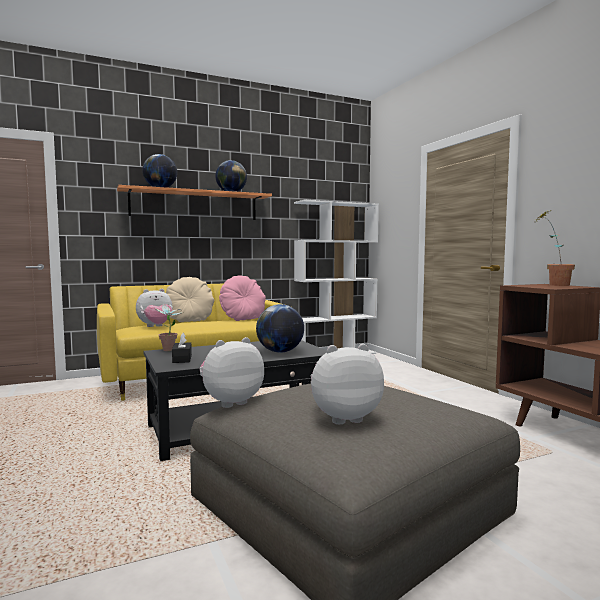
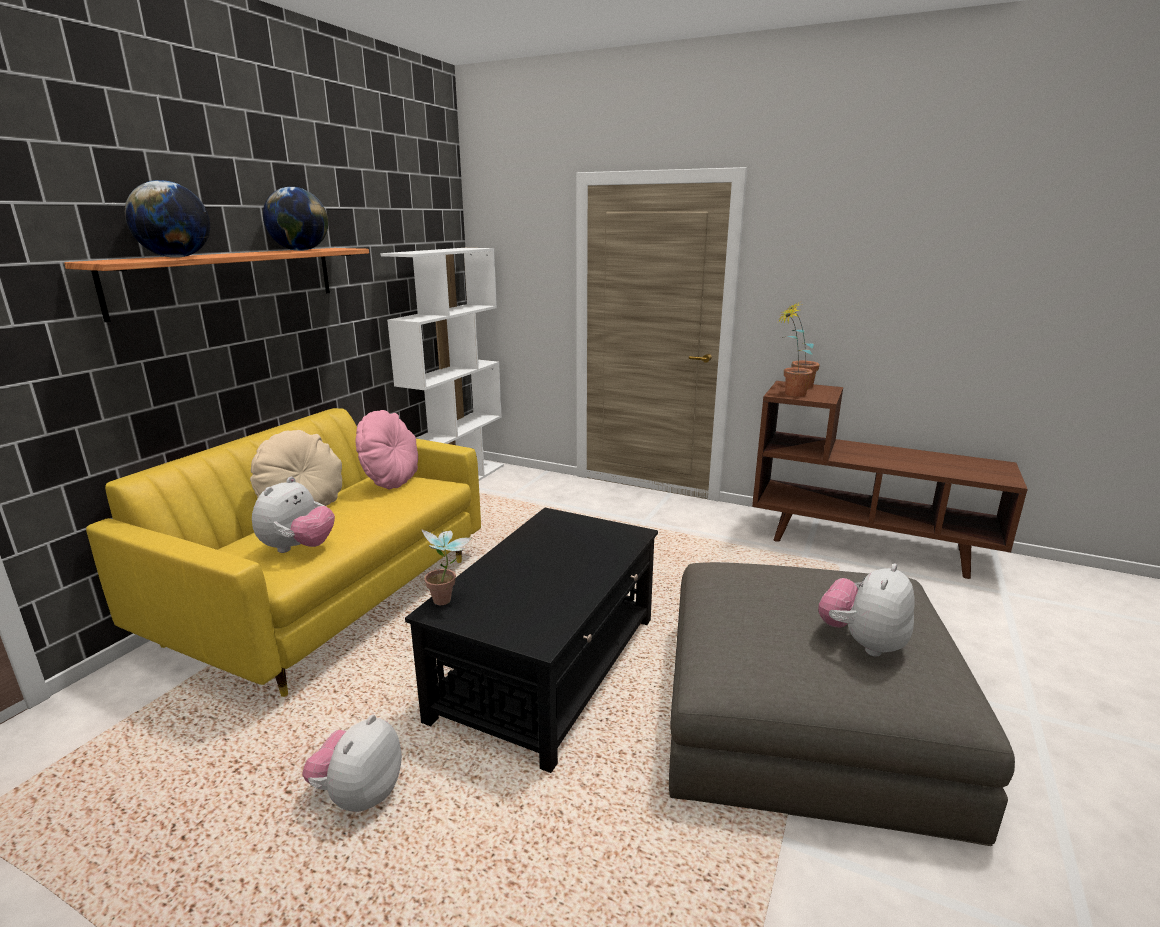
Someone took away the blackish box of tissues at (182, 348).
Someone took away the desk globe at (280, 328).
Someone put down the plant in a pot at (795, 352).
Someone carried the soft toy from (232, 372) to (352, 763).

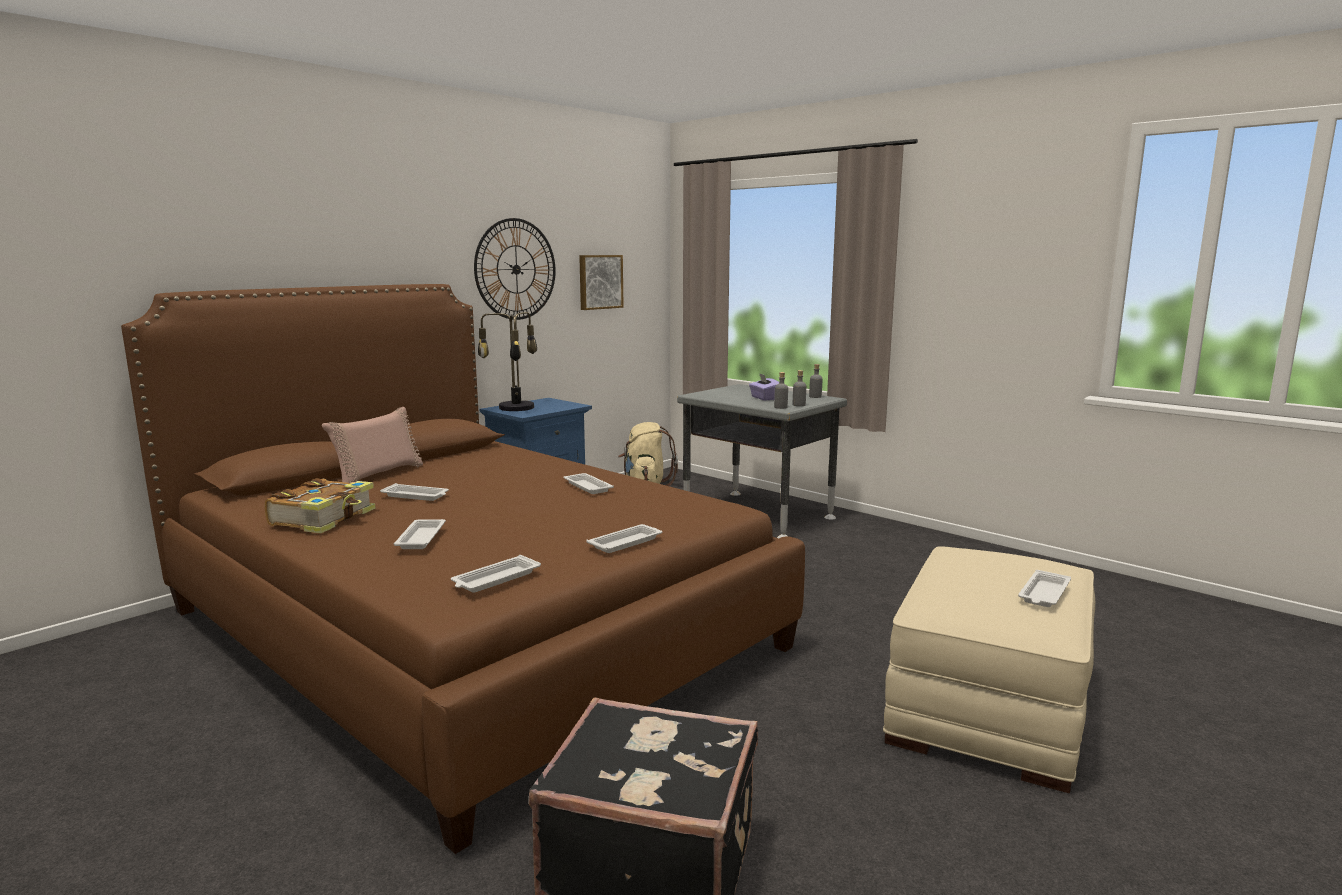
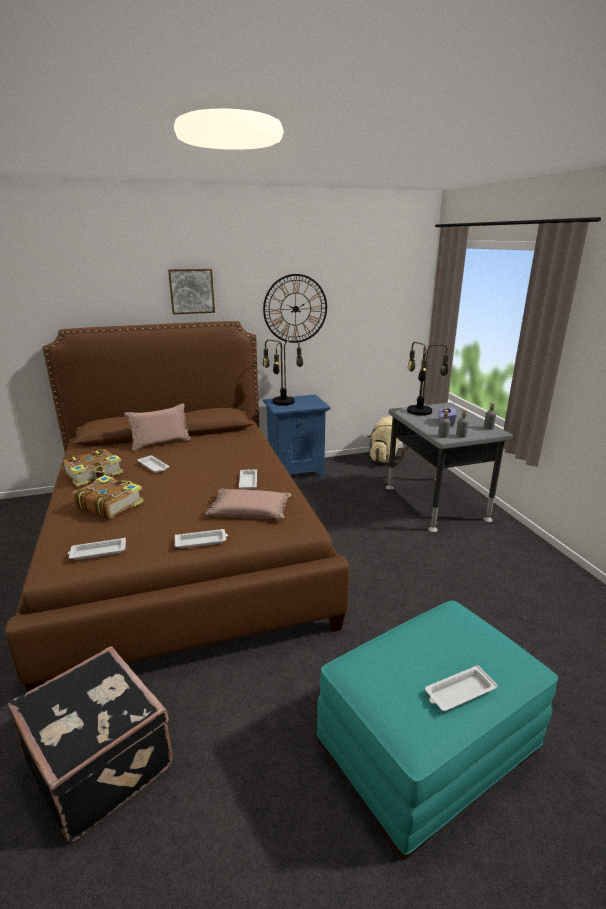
Someone put down the beige-coloured throw pillow at (248, 503).
Someone put down the tabletop lamp at (427, 379).
Someone carried the wall picture from (601, 282) to (191, 291).
Someone swapped the white-coloured carrying tray at (420, 534) for the volume at (108, 497).
Someone repainted the beige-coloured ottoman at (989, 669), which became the turquoise ottoman at (437, 730).

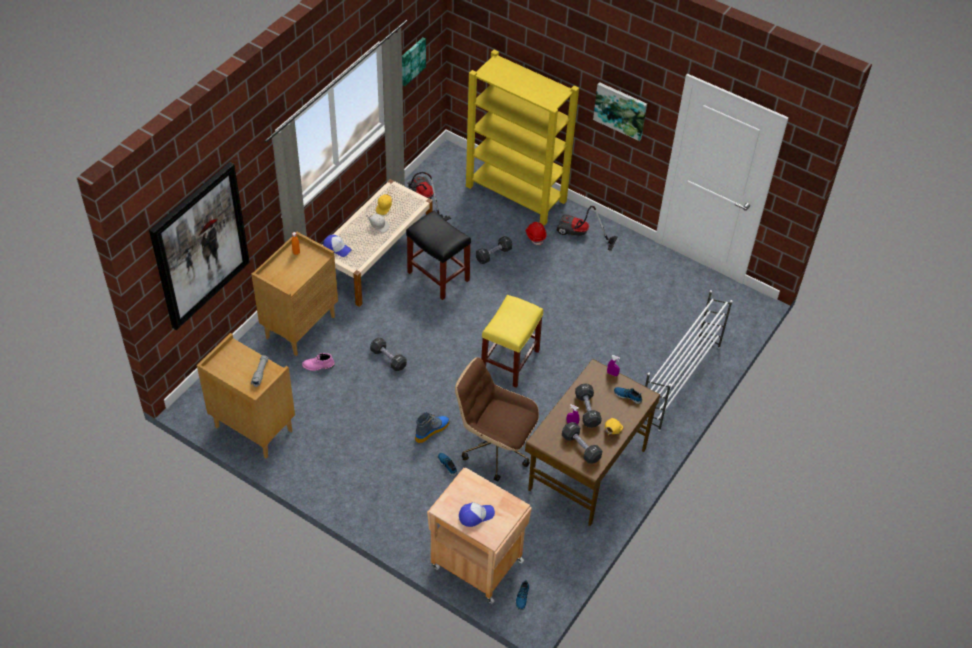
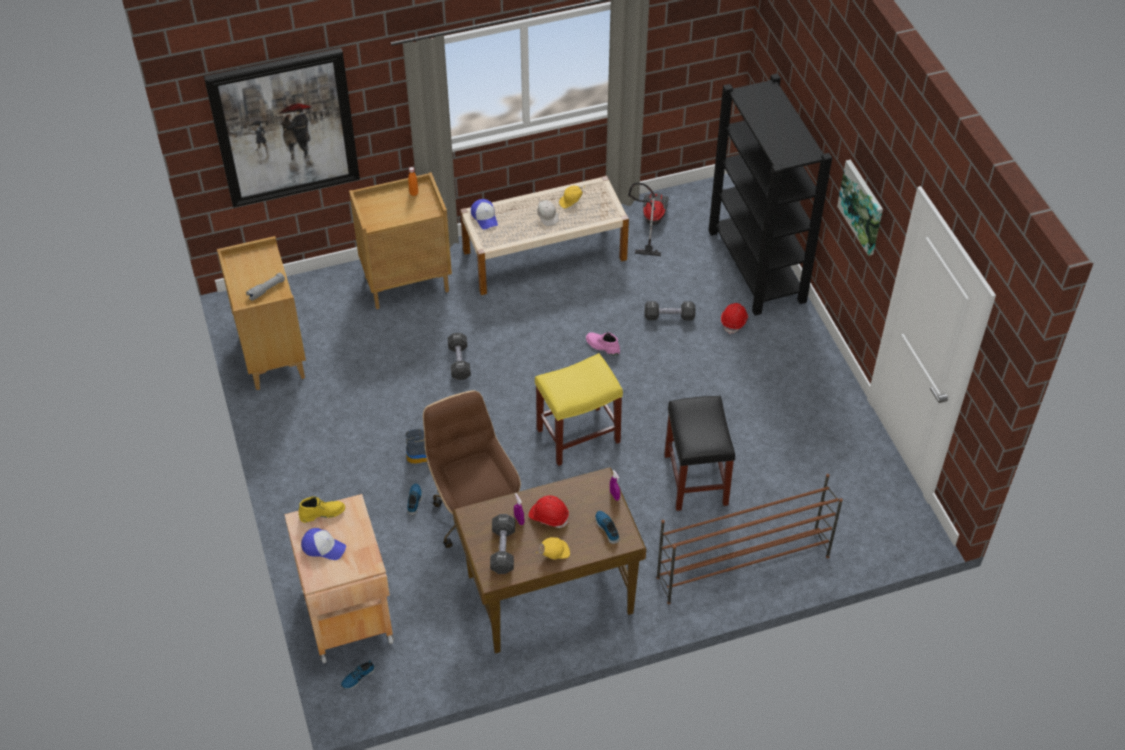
Someone took away the wall picture at (414, 61).
Someone took away the vacuum at (587, 228).
Someone put down the yellow-coloured boot at (322, 510).
Someone carried the pink-coloured boot from (318, 362) to (603, 344).
Someone carried the blackish sitting stool from (438, 255) to (699, 453).
Someone swapped the blackish dumbbell at (588, 406) for the red-coloured hard hat at (549, 511).
Someone repainted the yellow-coloured bookshelf at (522, 138), which became the blackish bookshelf at (770, 194).
Someone repainted the white-coloured shoe rack at (688, 360), which became the brownish shoe rack at (749, 539).

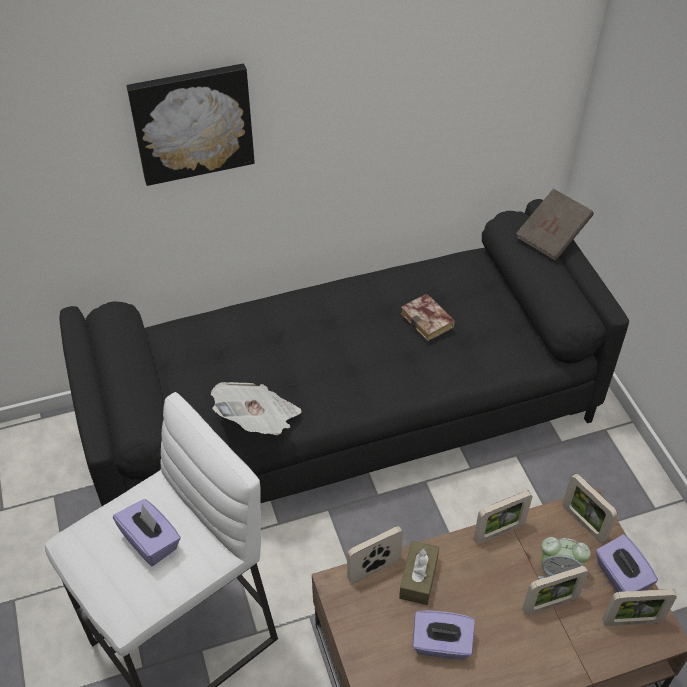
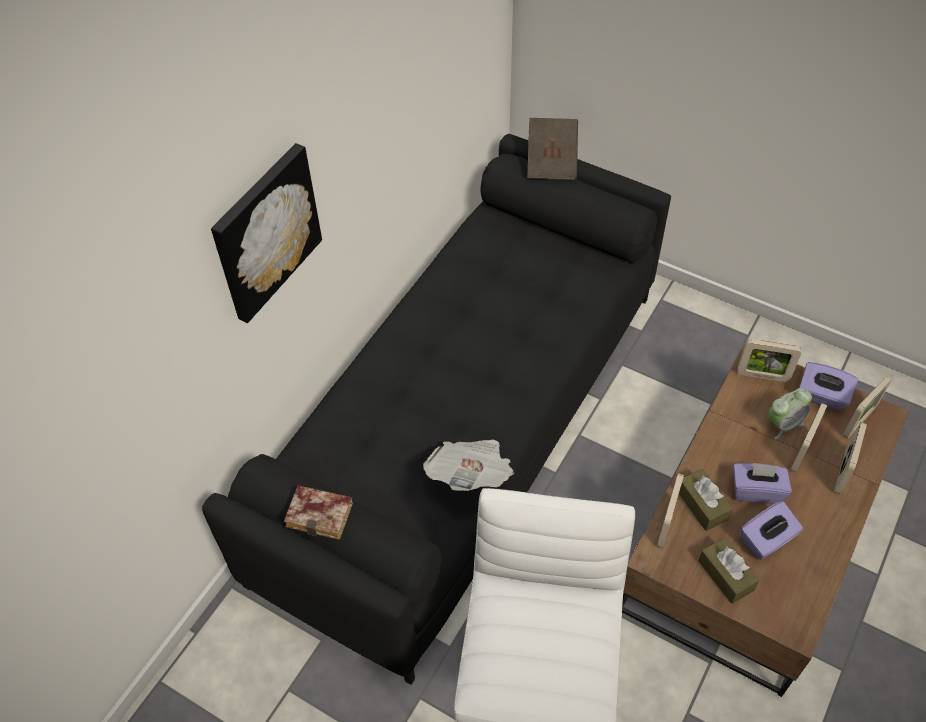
Someone put down the brownish box of tissues at (728, 570).
Someone carried the purple-coloured box of tissues from (147, 532) to (762, 483).
Someone carried the volume from (427, 317) to (318, 512).
Someone carried the standing frame from (503, 517) to (850, 458).

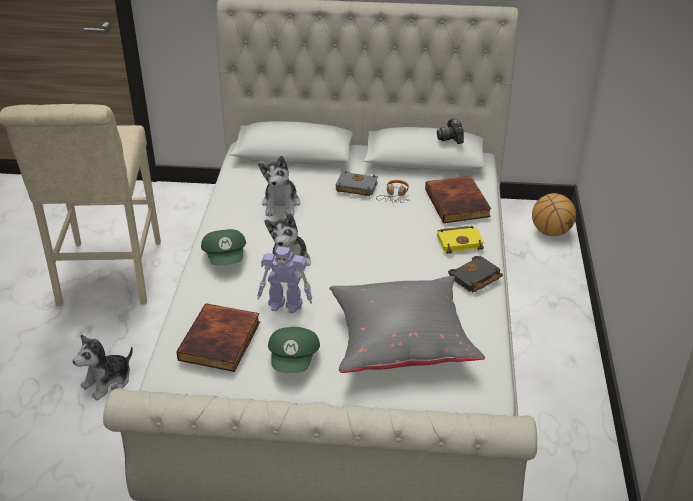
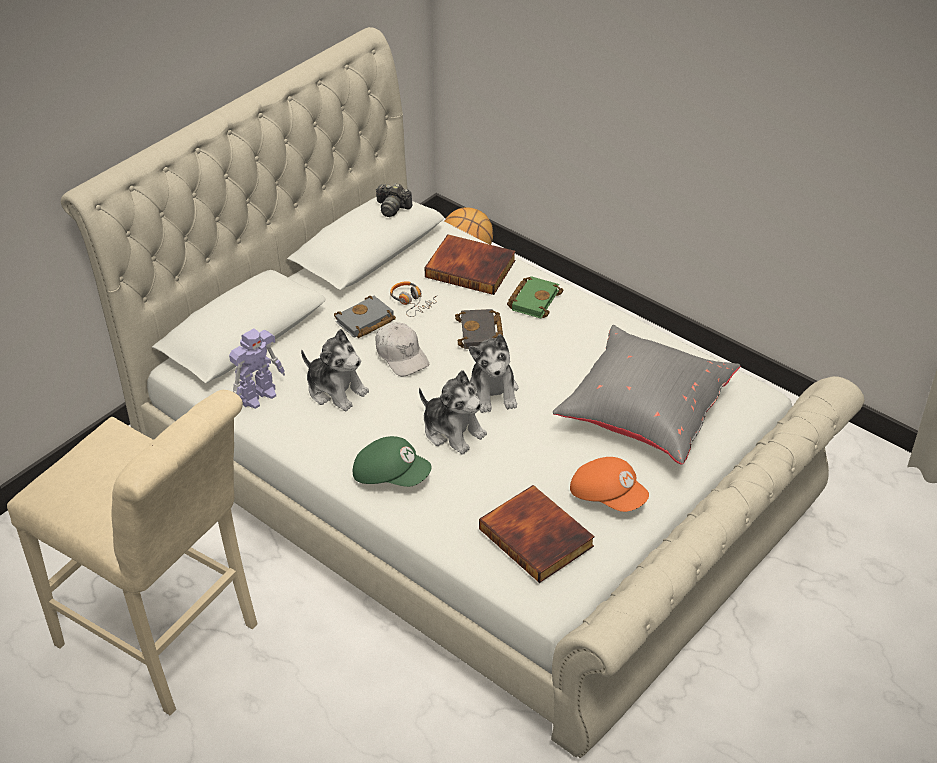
Someone put down the white-coloured baseball cap at (402, 349).
Someone carried the soft toy from (102, 367) to (493, 373).
Someone carried the toy robot from (284, 280) to (257, 368).
Someone carried the blackish volume from (475, 274) to (479, 329).
Someone repainted the green-coloured baseball cap at (294, 350), which became the orangey baseball cap at (609, 484).
Someone repainted the yellow-coloured volume at (460, 240), which became the green-coloured volume at (535, 297).

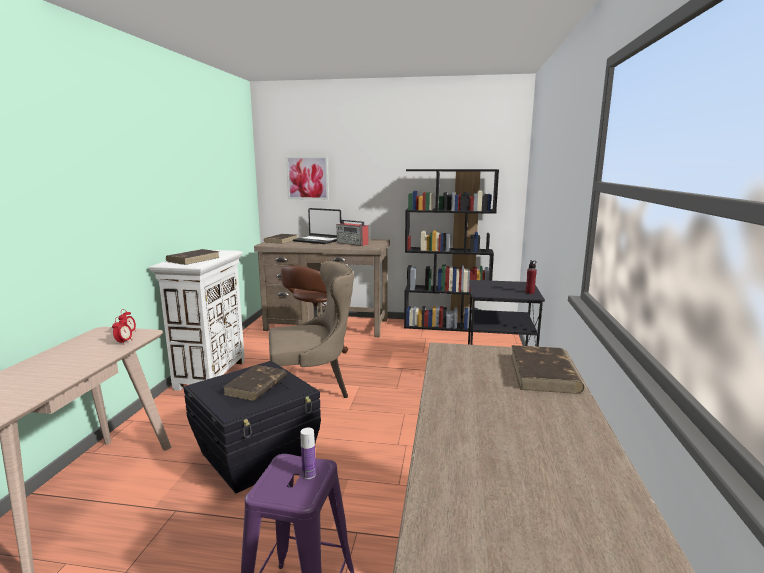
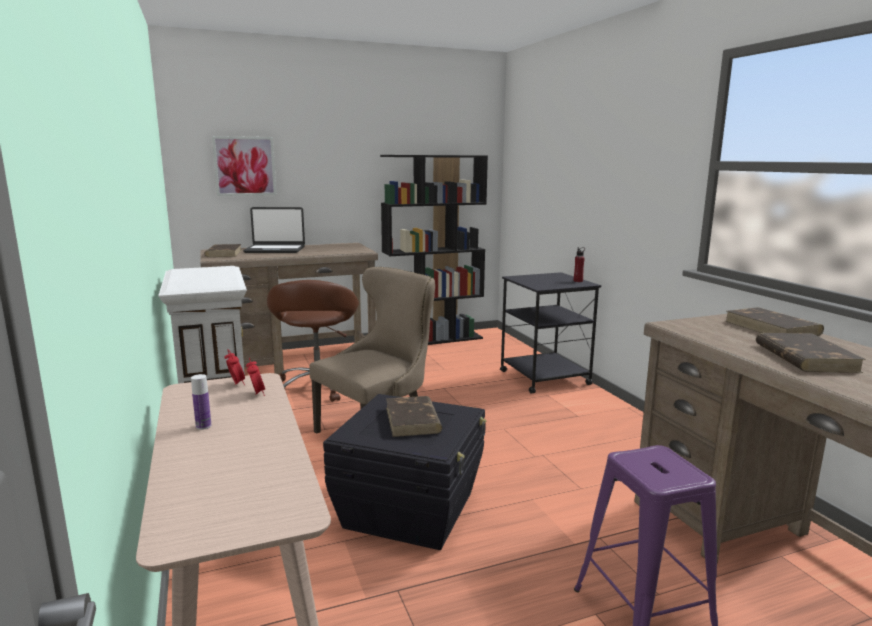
Someone took away the radio receiver at (353, 233).
Someone carried the brownish volume from (193, 257) to (811, 353).
Someone carried the beverage bottle from (308, 453) to (201, 402).

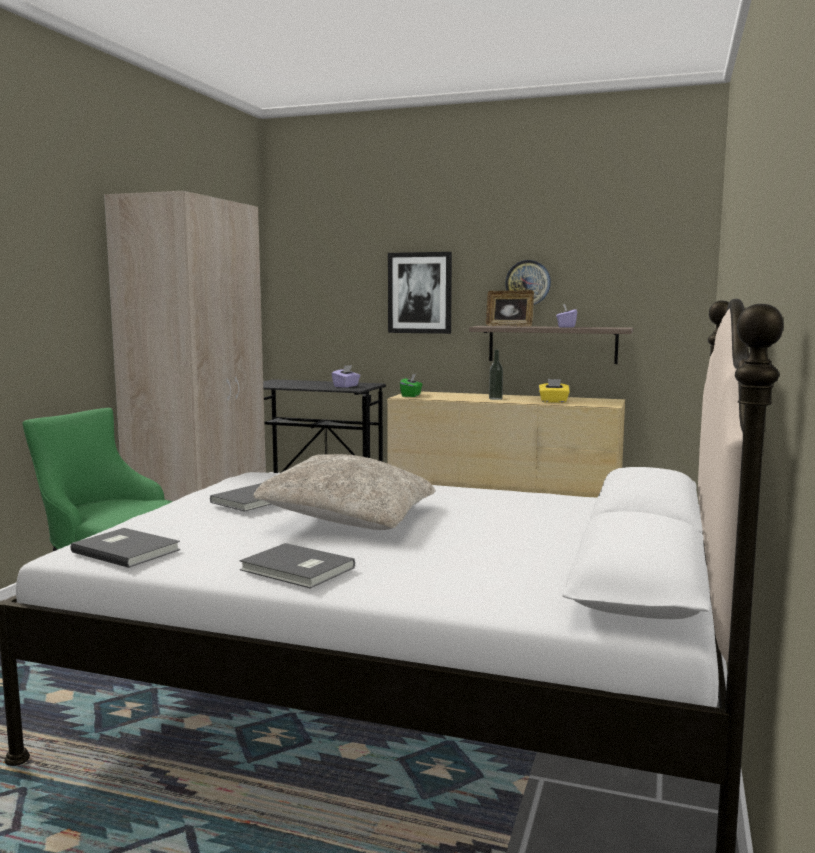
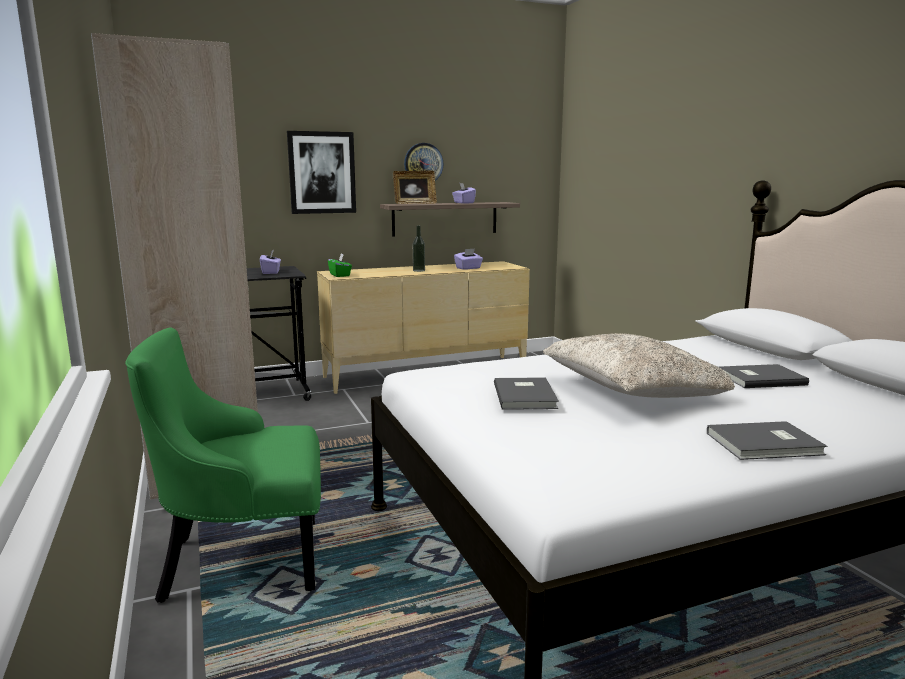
Someone carried the gray volume from (125, 548) to (764, 376).
Someone repainted the yellow-coloured box of tissues at (554, 391), which became the purple-coloured box of tissues at (468, 259).

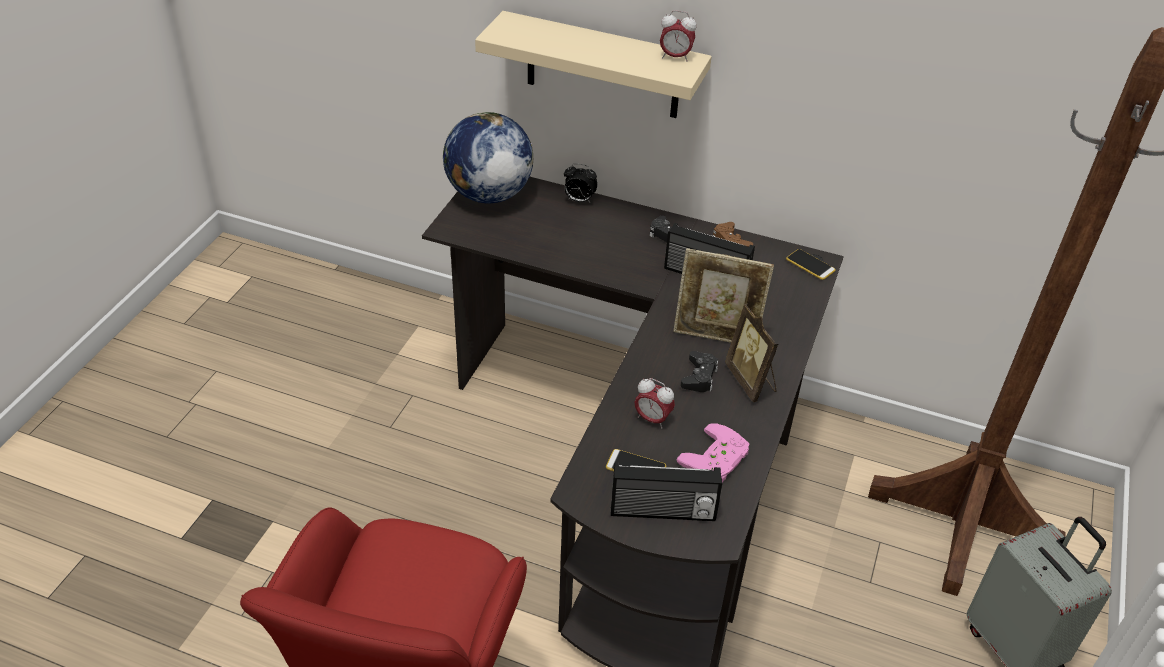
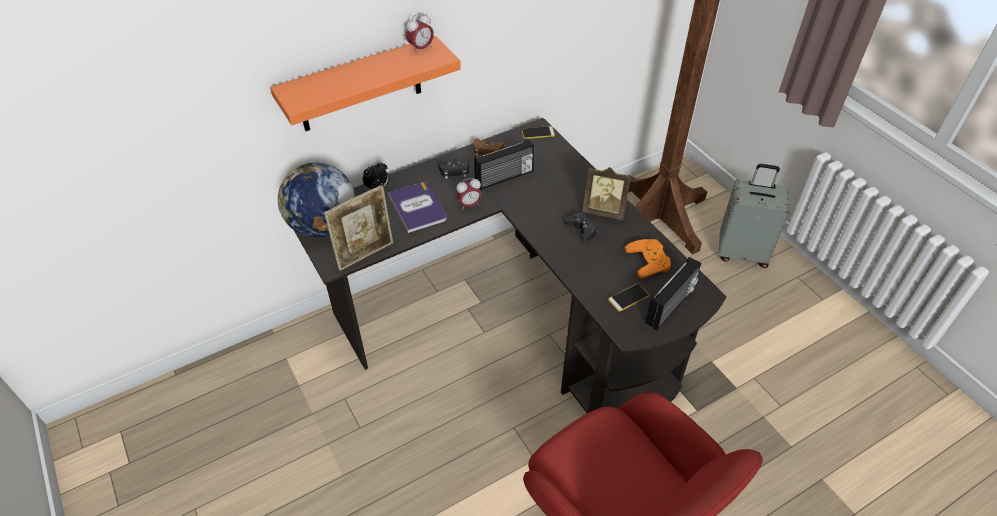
Someone put down the volume at (417, 207).
Someone carried the table clock from (654, 403) to (469, 194).
Someone carried the standing frame from (723, 295) to (358, 228).
Someone repainted the beige-coloured wall shelf at (593, 64), which became the orangey wall shelf at (365, 83).
Someone repainted the pink-coloured game controller at (713, 453), which became the orangey game controller at (648, 258).

